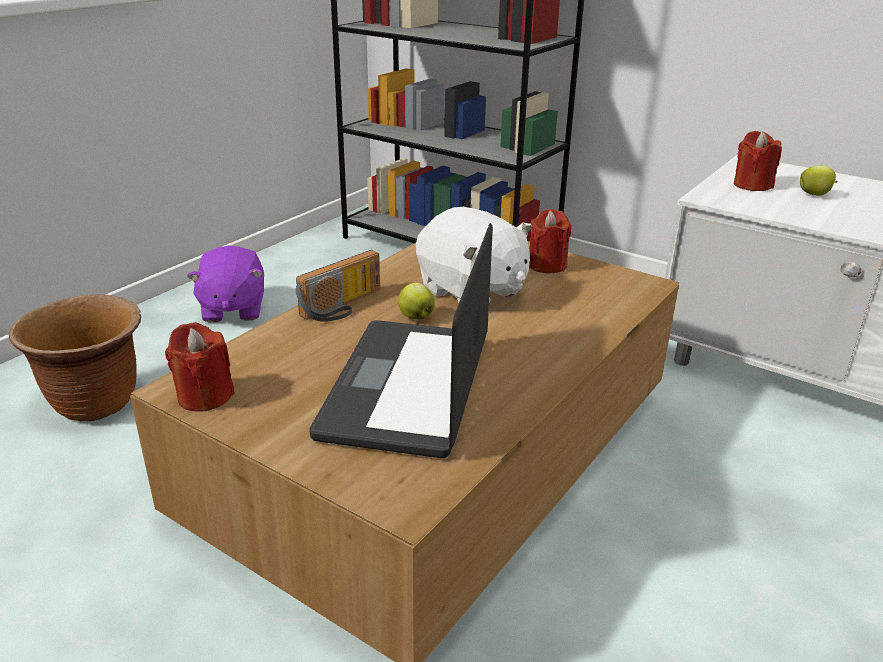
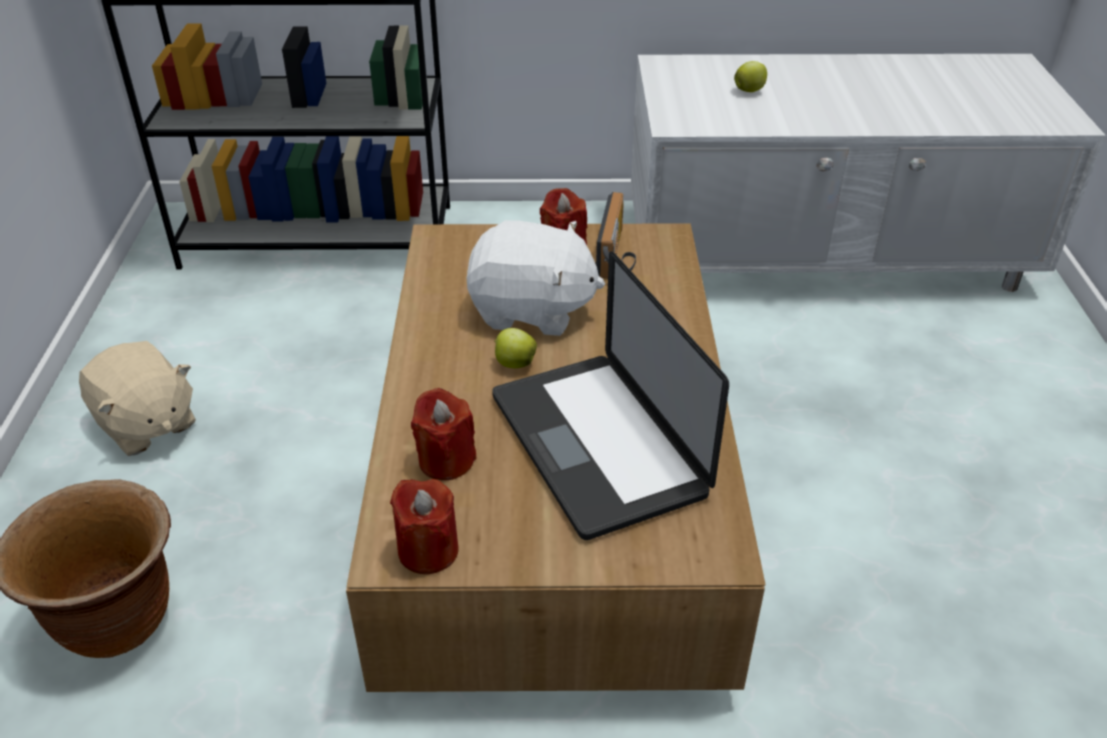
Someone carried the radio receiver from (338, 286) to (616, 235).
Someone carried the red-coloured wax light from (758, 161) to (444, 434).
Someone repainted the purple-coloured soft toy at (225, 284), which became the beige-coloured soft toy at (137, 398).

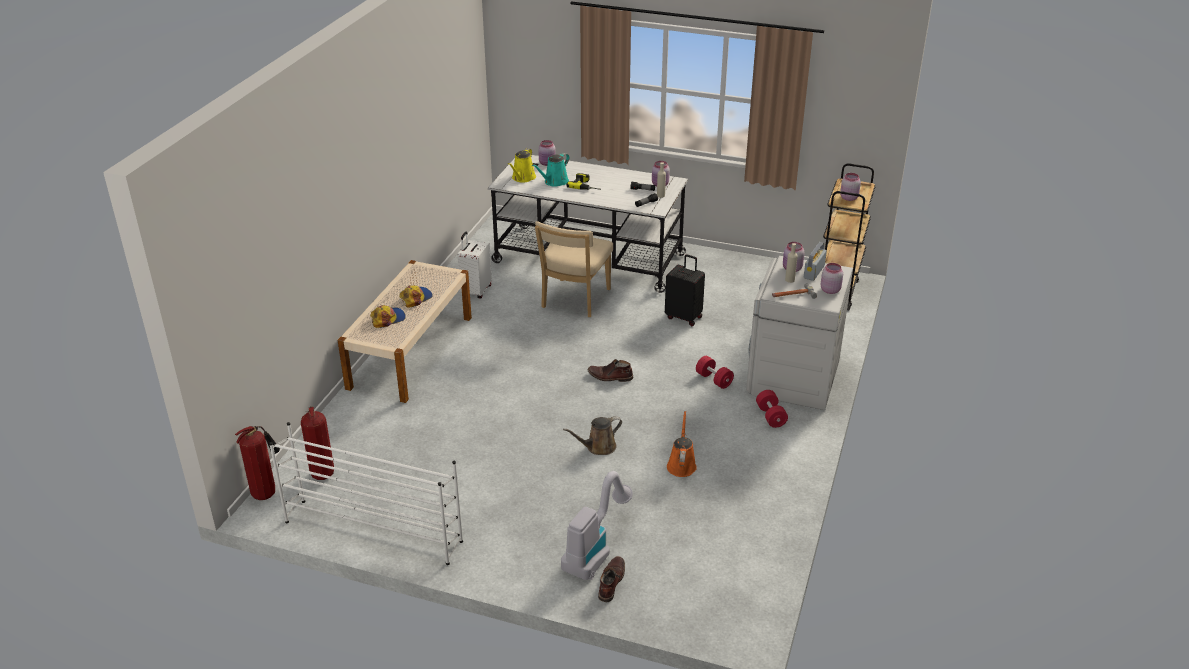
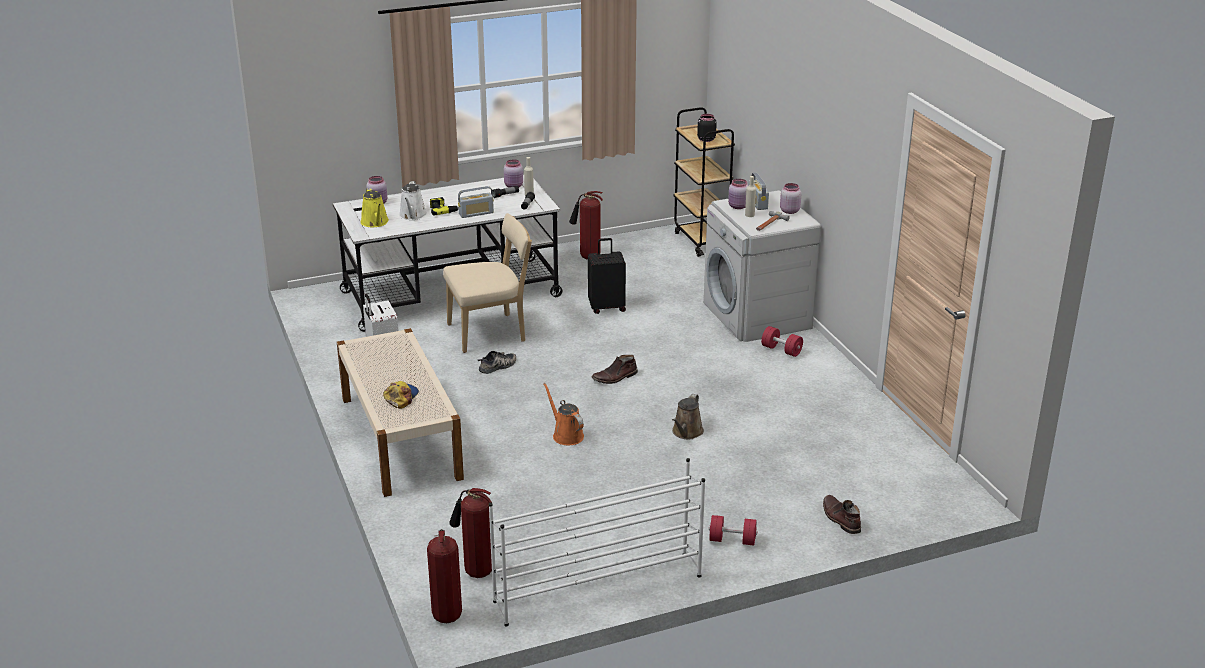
Someone took away the baseball cap at (416, 296).
Someone took away the vacuum at (597, 525).
Someone put down the radio receiver at (476, 202).
Someone put down the shoe at (497, 362).
Someone put down the fire extinguisher at (586, 225).
Someone carried the orangey sprinkling can from (682, 444) to (563, 414).
Someone carried the red-coloured dumbbell from (715, 372) to (733, 530).
Someone repainted the turquoise sprinkling can at (550, 170), which became the white-coloured sprinkling can at (413, 200).
Someone repainted the pink-coloured storage jar at (850, 187), which became the blackish storage jar at (707, 128).
Someone rotated the beige-coloured plain chair at (574, 269) by 90 degrees counterclockwise.

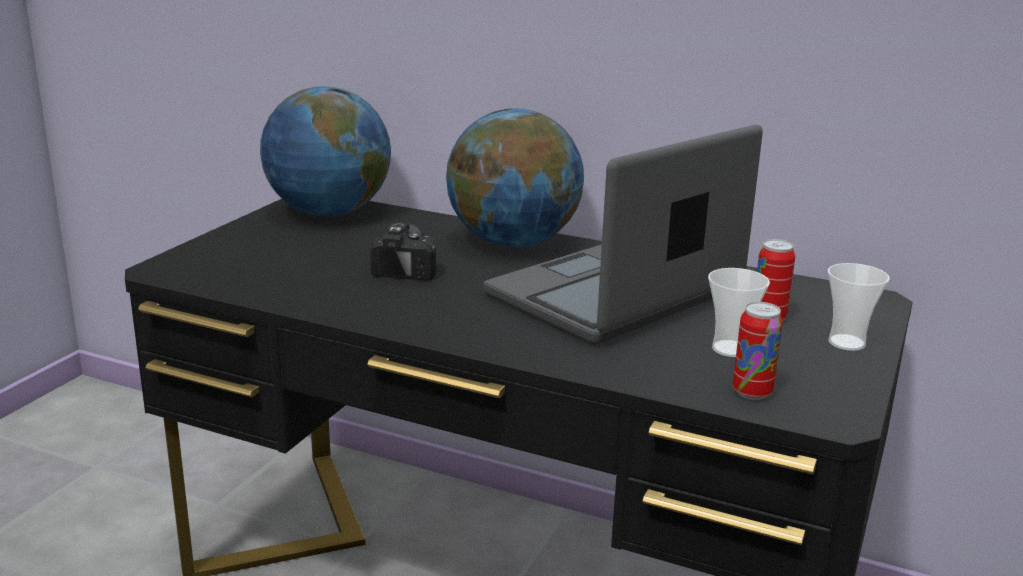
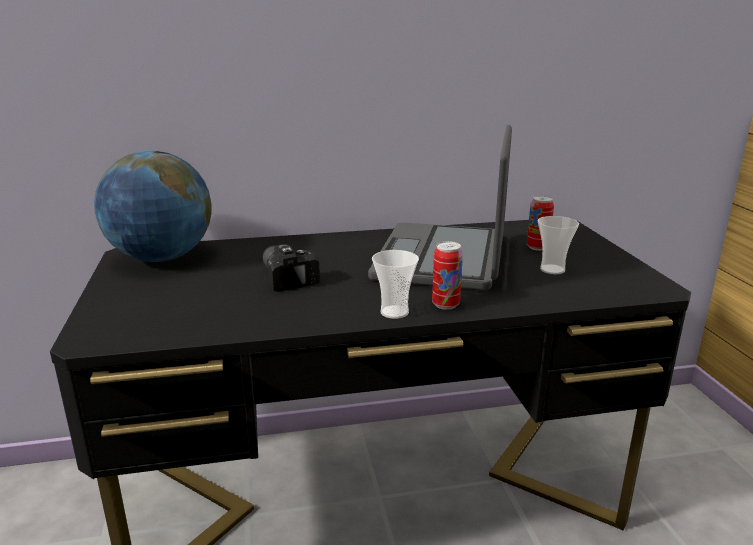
Someone took away the desk globe at (515, 177).
Someone carried the can from (758, 351) to (447, 275).
Someone carried the cup from (859, 307) to (395, 284).

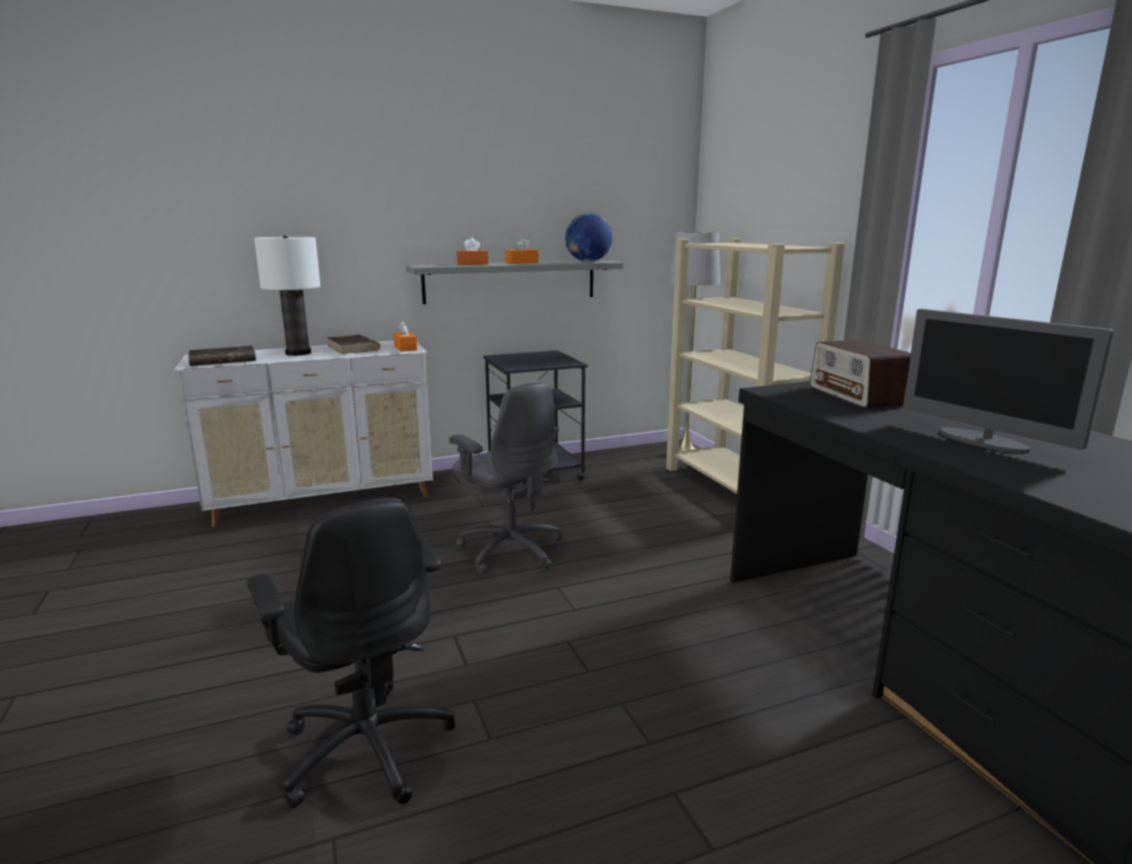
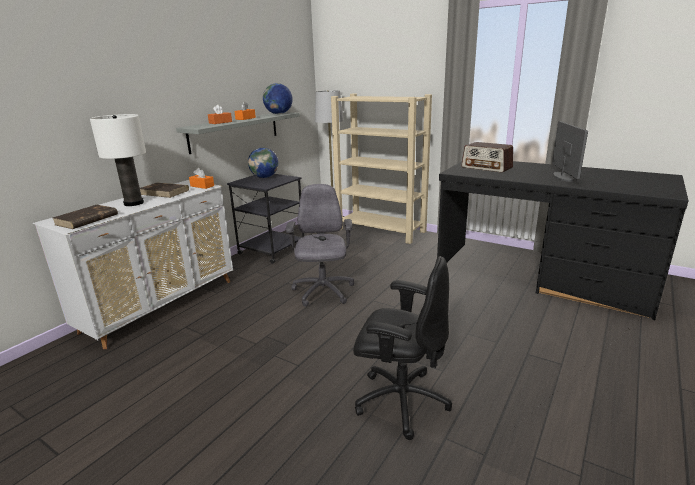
Someone put down the desk globe at (263, 163).
Someone rotated the gray office chair at (505, 478) by 105 degrees counterclockwise.
Someone rotated the monitor at (1008, 381) by 105 degrees counterclockwise.

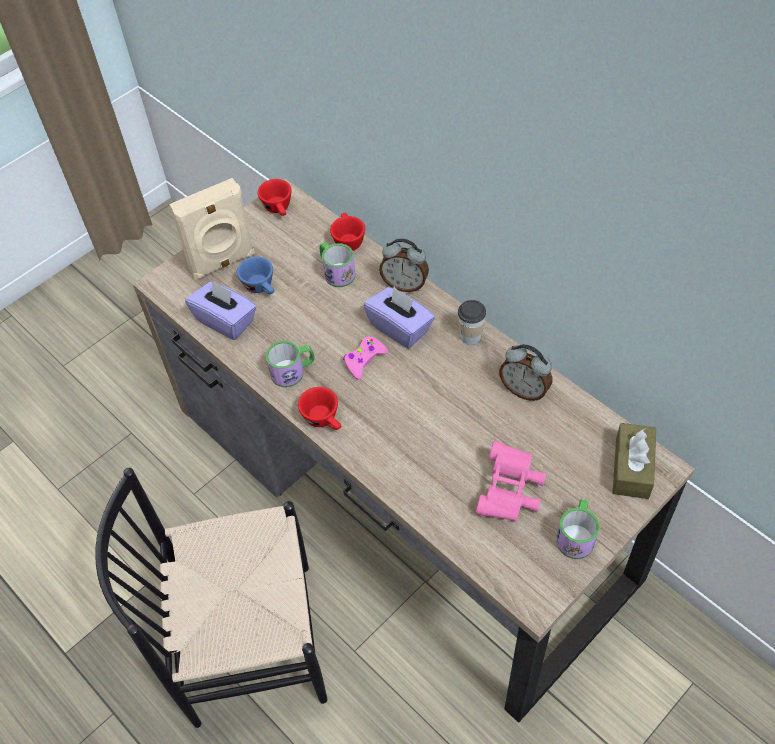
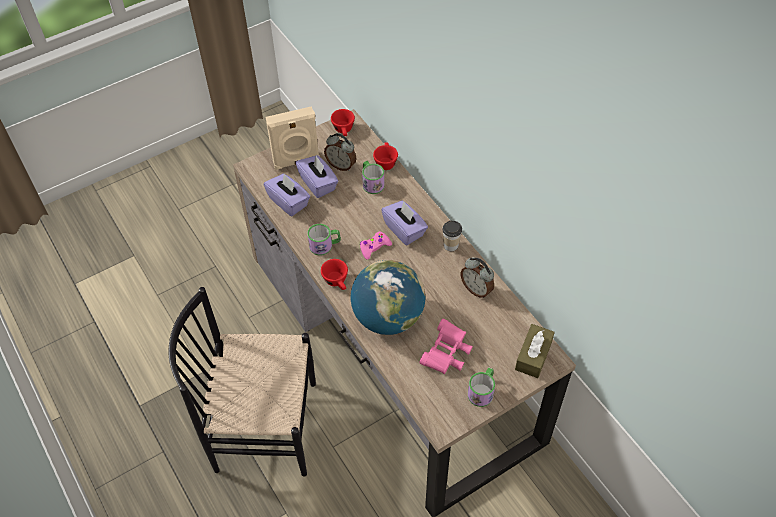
Someone put down the desk globe at (388, 297).
Someone carried the table clock from (404, 265) to (340, 152).
Someone swapped the blue-coloured cup at (256, 275) for the purple-coloured box of tissues at (317, 176).

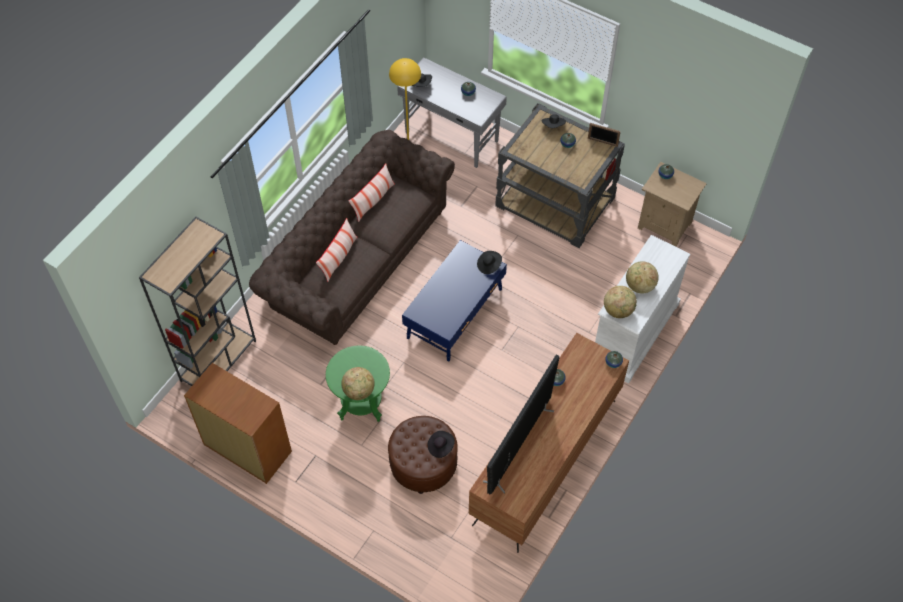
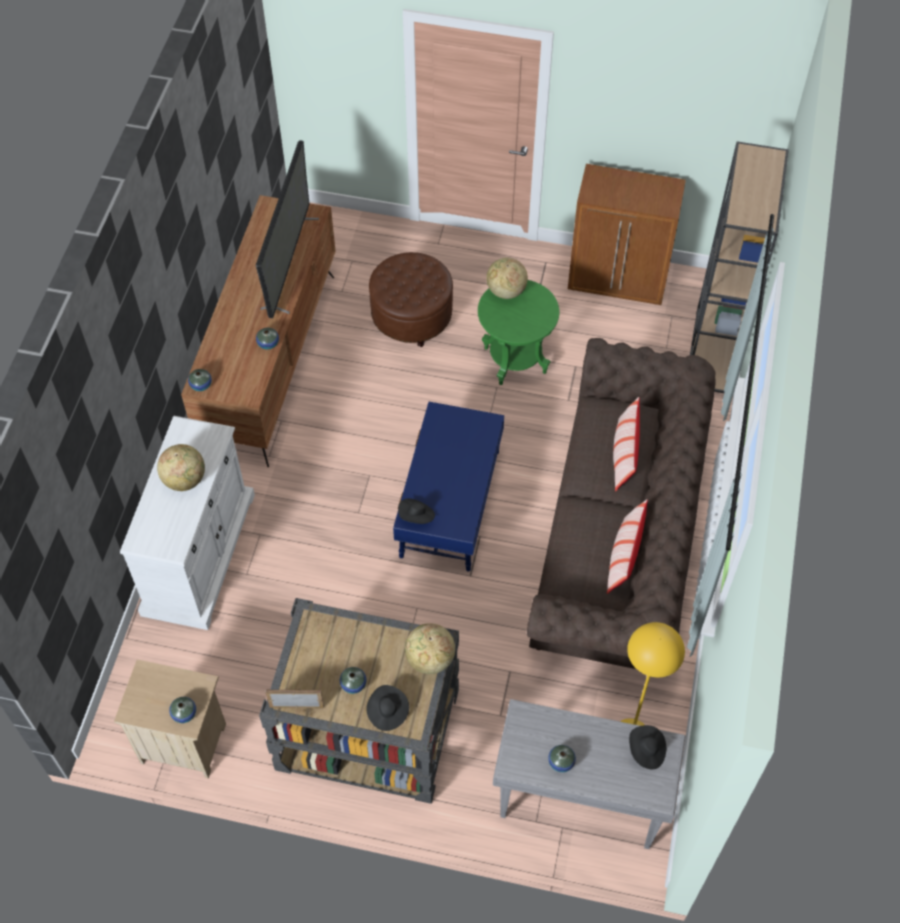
Someone took away the blackish wearable hat at (441, 444).
Someone carried the desk globe from (620, 302) to (430, 648).

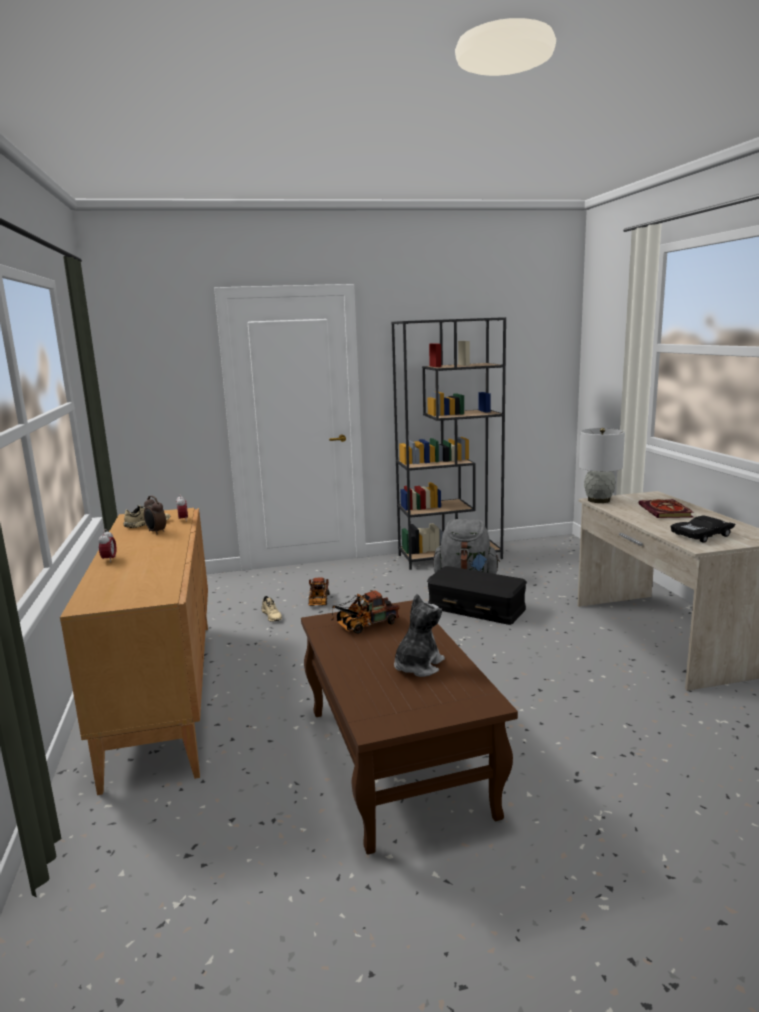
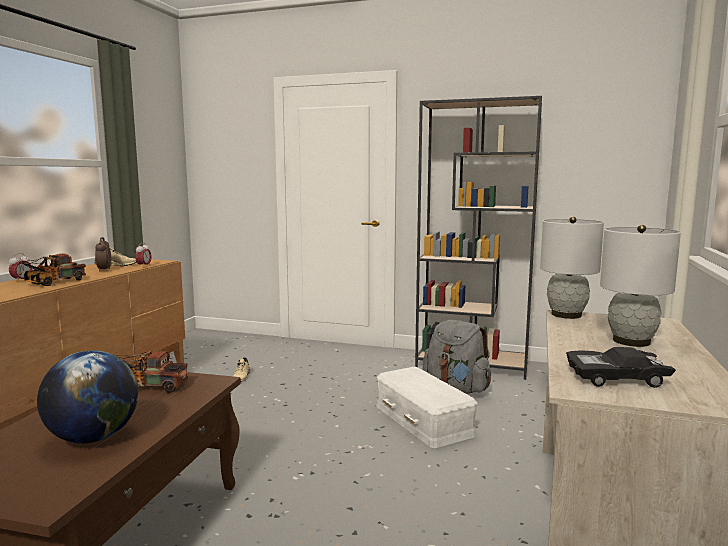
Someone carried the model truck from (319, 592) to (52, 269).
Someone swapped the soft toy at (419, 635) for the desk globe at (87, 396).
Someone swapped the volume at (666, 508) for the white-coloured tabletop lamp at (640, 286).
Someone repainted the blackish storage bin at (477, 595), which became the white-coloured storage bin at (427, 407).

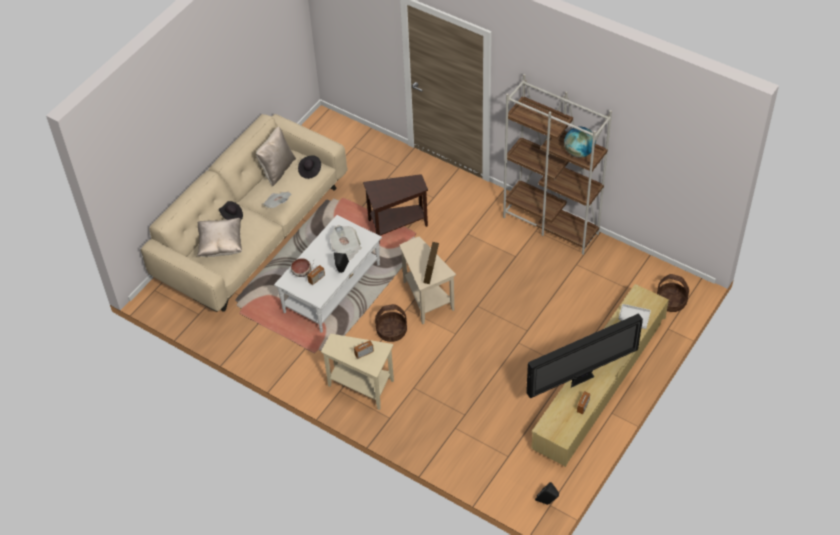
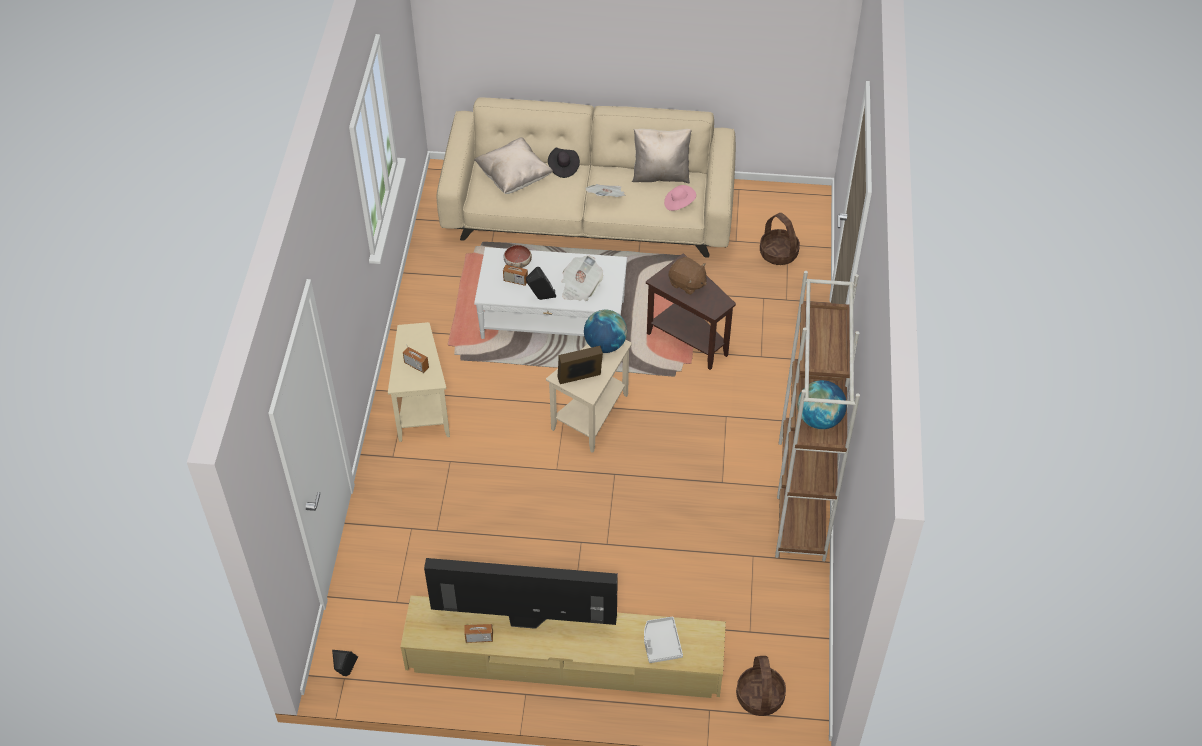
Someone put down the desk globe at (605, 331).
Someone put down the brownish soft toy at (688, 276).
Someone carried the basket from (391, 323) to (780, 239).
Someone repainted the blackish wearable hat at (309, 167), which became the pink-coloured wearable hat at (680, 198).
Someone rotated the TV set at (584, 355) by 150 degrees clockwise.

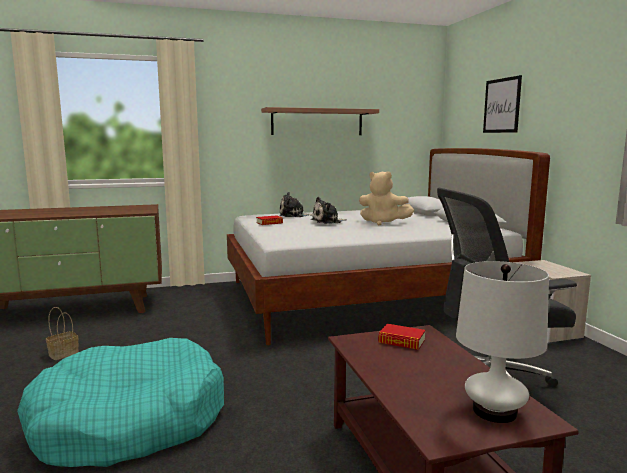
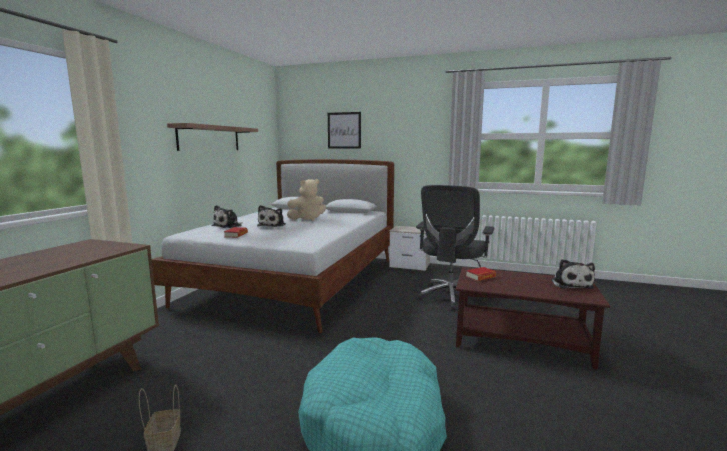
Someone swapped the white-coloured tabletop lamp at (502, 342) for the soft toy at (573, 274).

